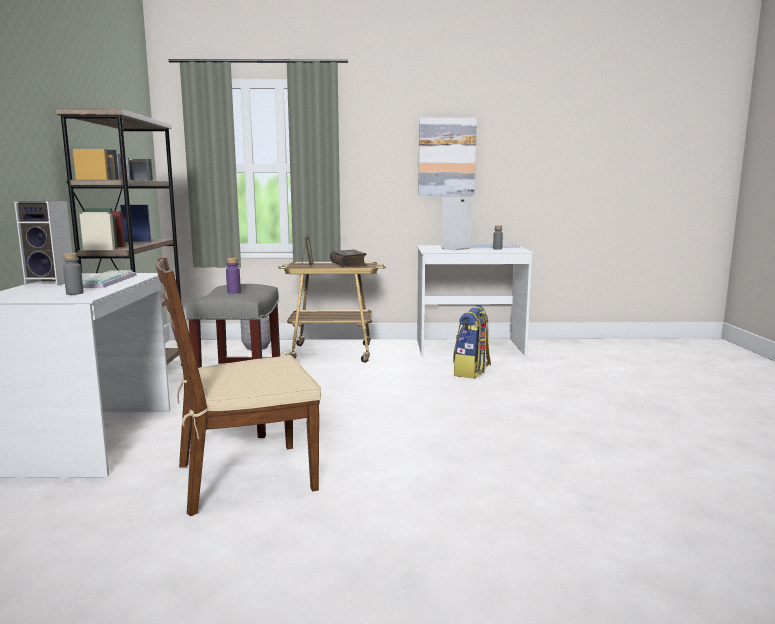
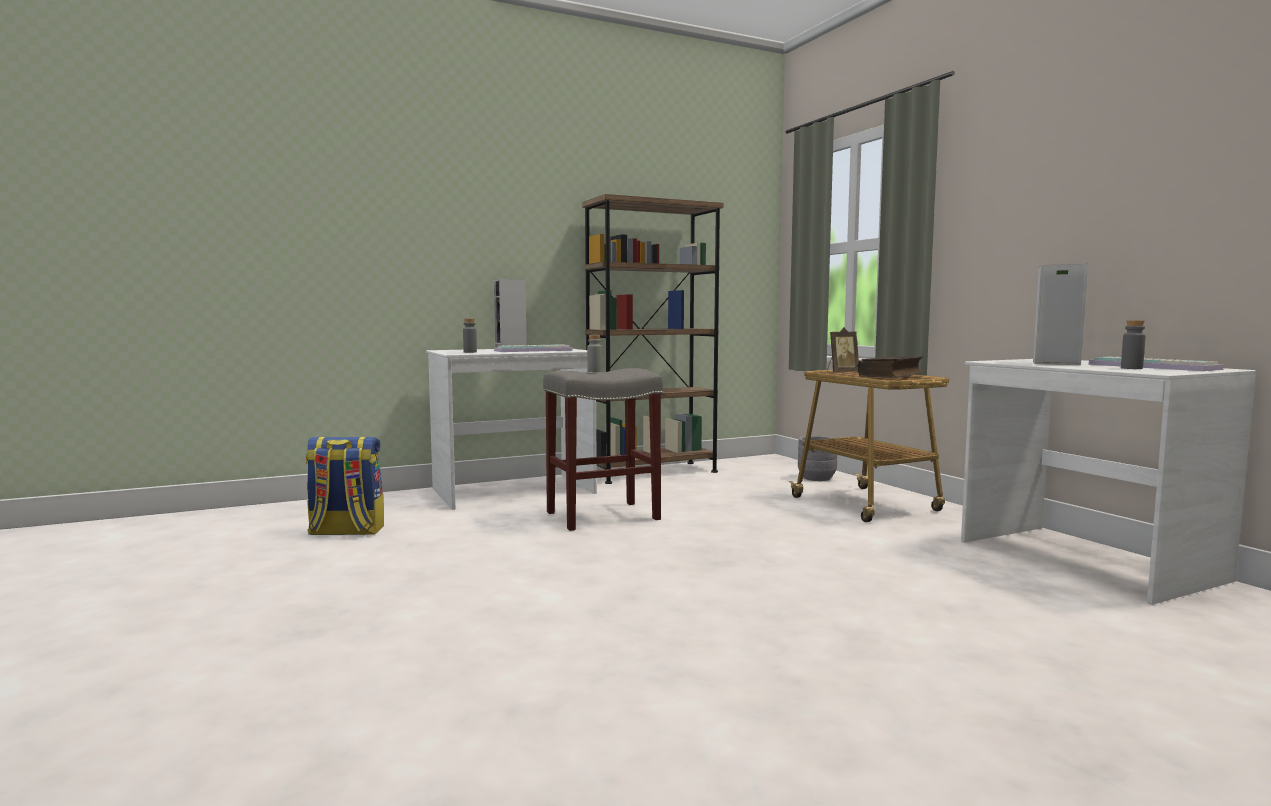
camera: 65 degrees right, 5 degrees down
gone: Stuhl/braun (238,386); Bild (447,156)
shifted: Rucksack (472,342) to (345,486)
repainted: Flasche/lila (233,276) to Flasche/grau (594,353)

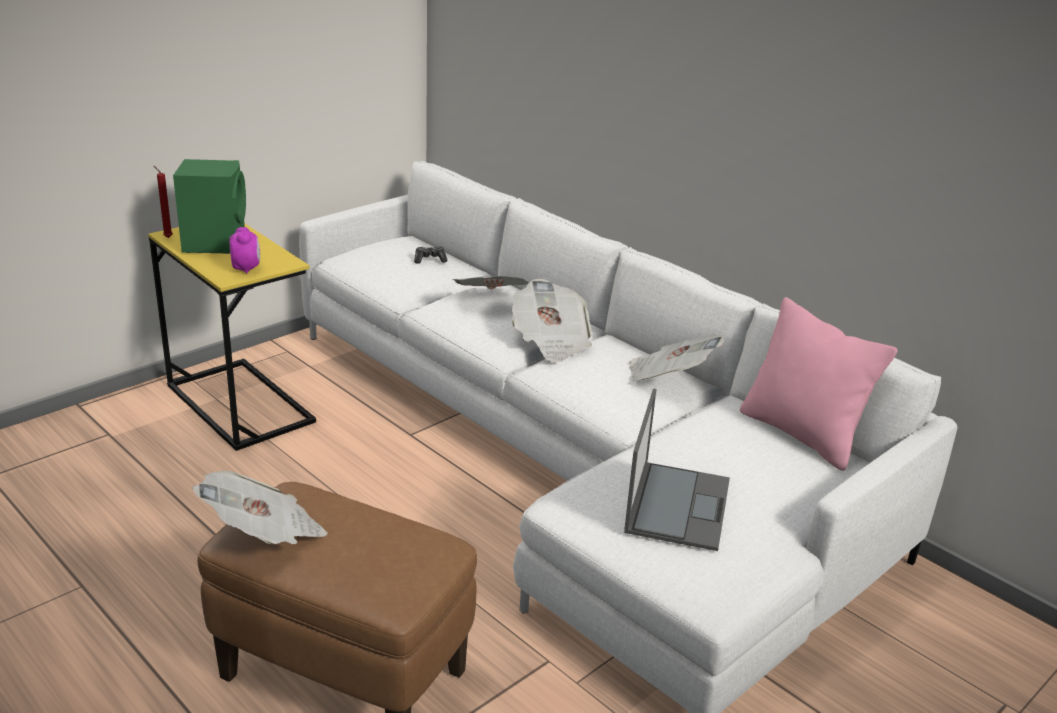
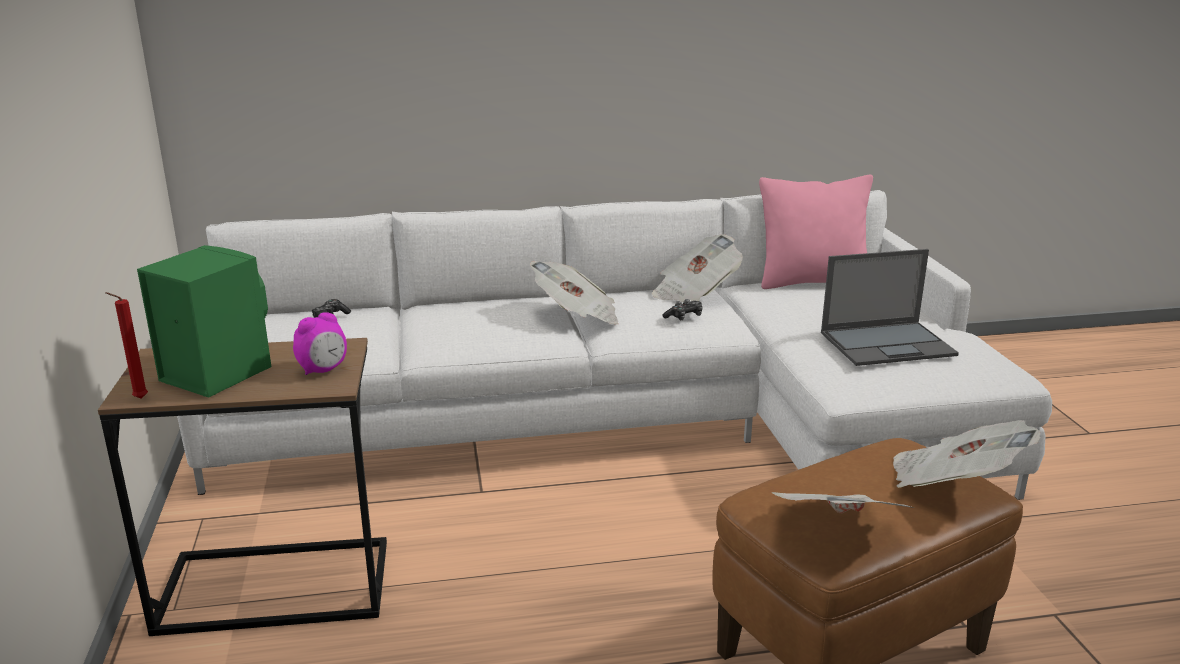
camera: 55 degrees left, 5 degrees down
new: Gamepad (682,309)
shifted: Zeitung (491,283) to (966,454)
repainted: Beistelltisch/gelb (232,337) to Beistelltisch/braun (242,487)
rotated: Wecker (244,250) = (320,343) 120 degrees clockwise; Laptop (677,470) = (890,307) 120 degrees clockwise

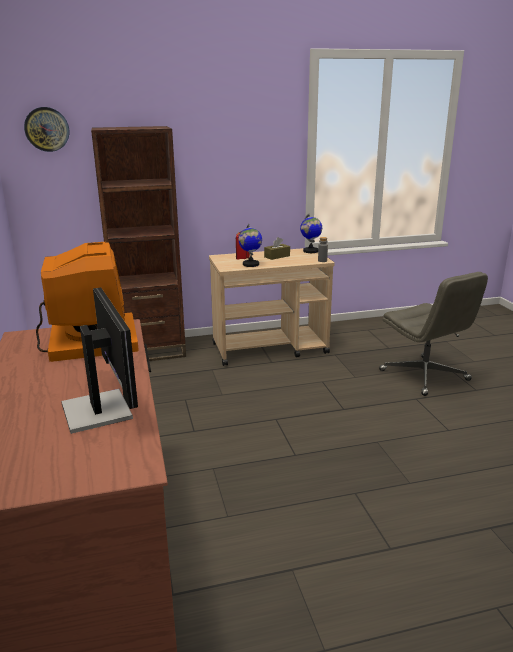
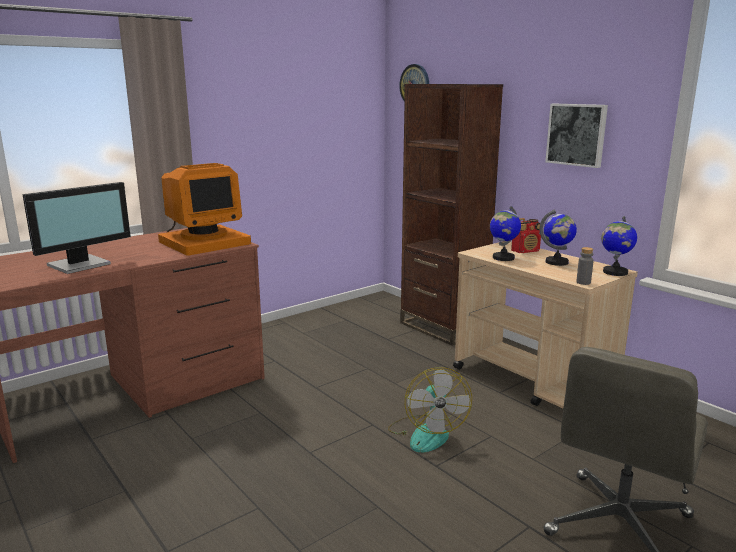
camera: 65 degrees right, 5 degrees down
new: Ventilator (430,409); Bild (576,136)
swapped: Taschentuchbox/braun (277,248) to Globus (558,237)

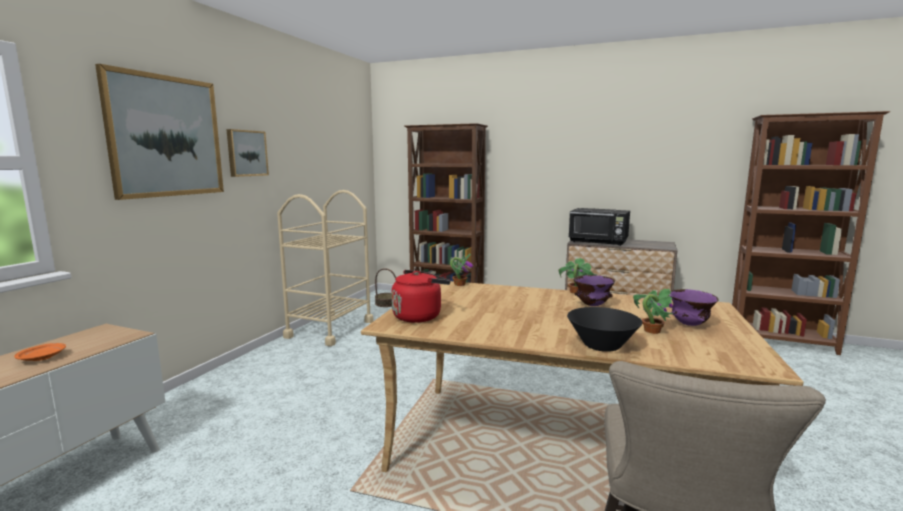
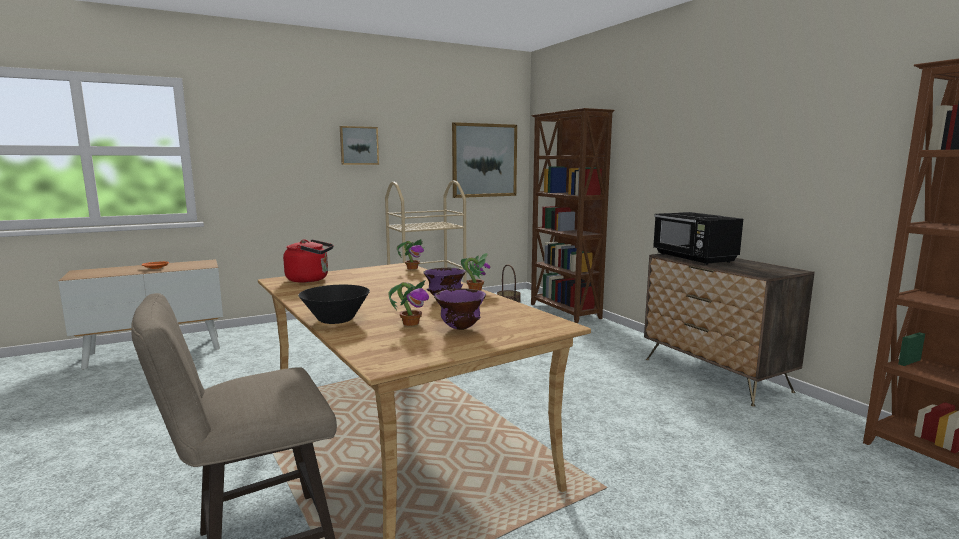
camera: 40 degrees right, 0 degrees up
shifted: Bild (159,132) to (484,160)

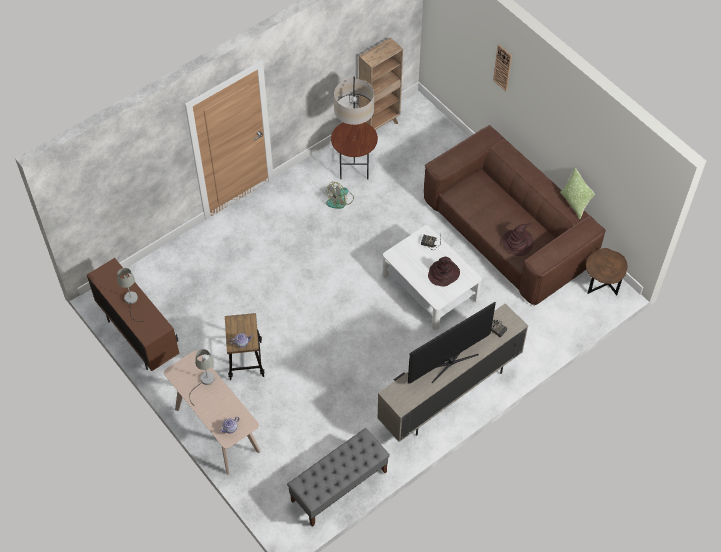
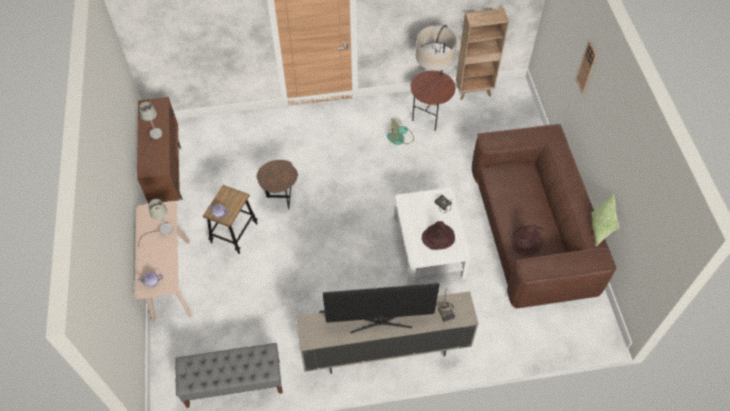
camera: 30 degrees right, 0 degrees up
shifted: Beistelltisch/braun (607,272) to (277,185)

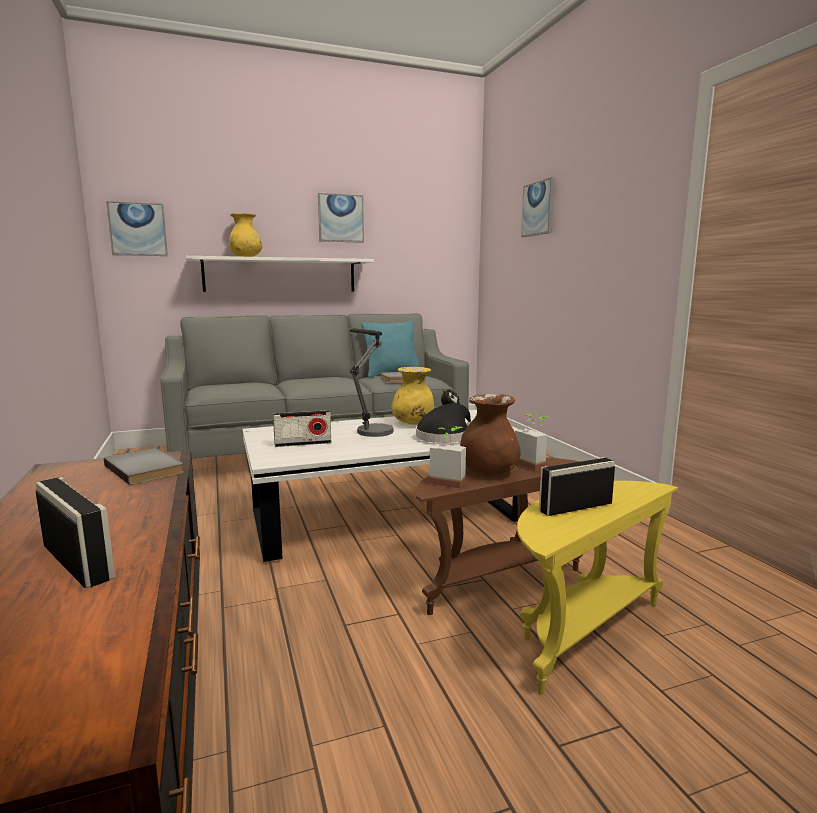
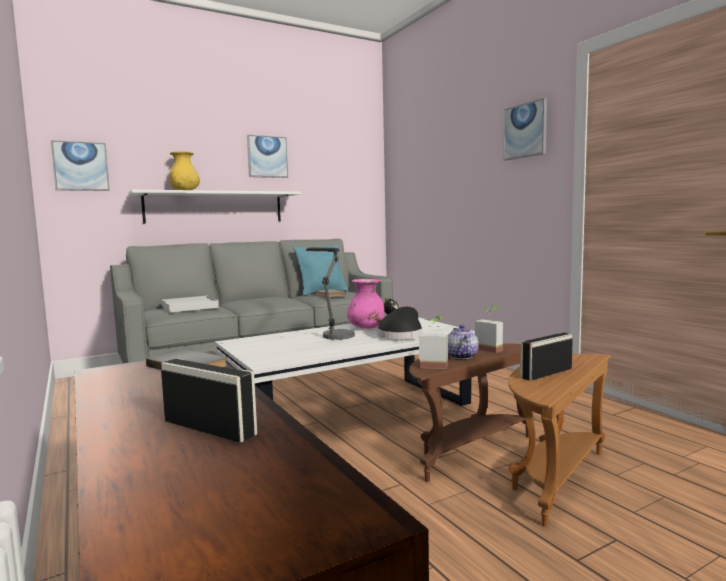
camera: 10 degrees left, 5 degrees down
gone: Radio (302,428)
new: Tablett/weiß (190,304)
shifted: Bild (538,207) to (525,129)
swapped: Vase/braun (490,435) to Teekanne (463,342)
repainted: Vase/gelb (412,396) to Vase/rosa (365,304); Beistelltisch/gelb (597,587) to Beistelltisch/braun (559,440)

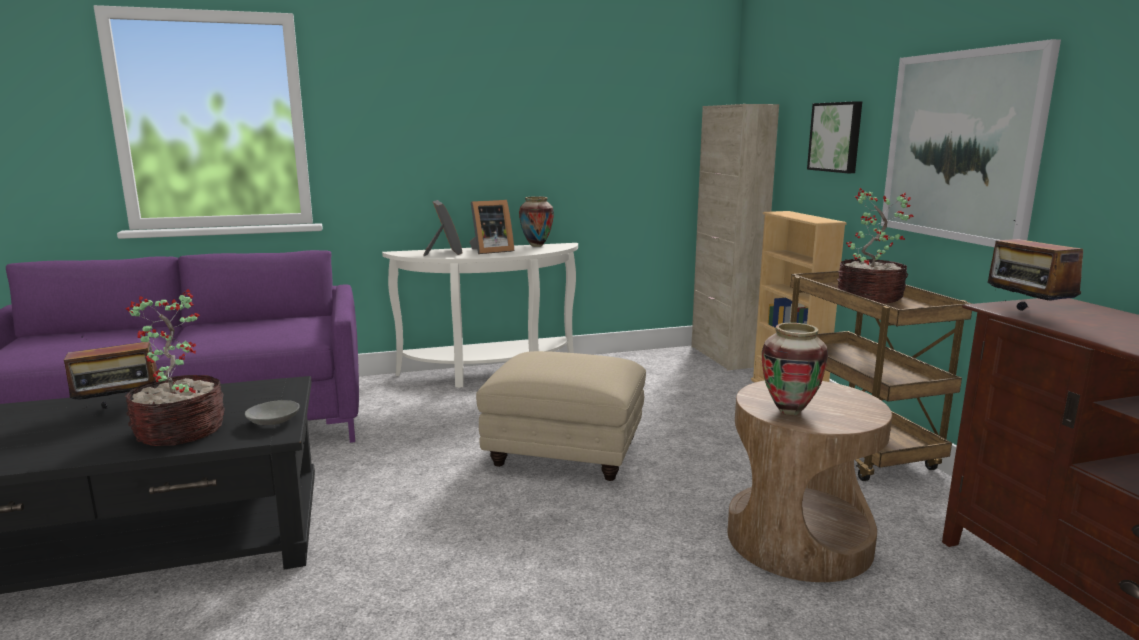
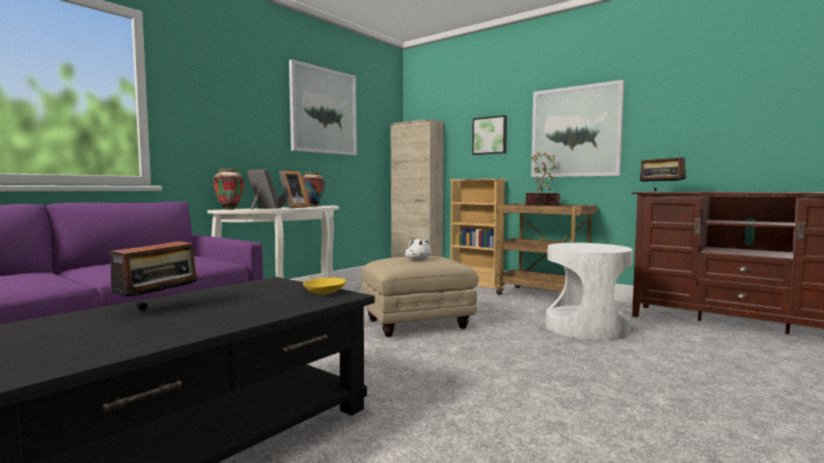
camera: 35 degrees left, 10 degrees down
gone: Topfpflanze (175,367)
new: Bild (323,107); Plüschtier/weiß (418,249)
shifted: Vase (795,369) to (228,189)
repainted: Schüssel/grau (272,412) to Schüssel/gelb (324,286); Beistelltisch/braun (810,481) to Beistelltisch/weiß (589,292)

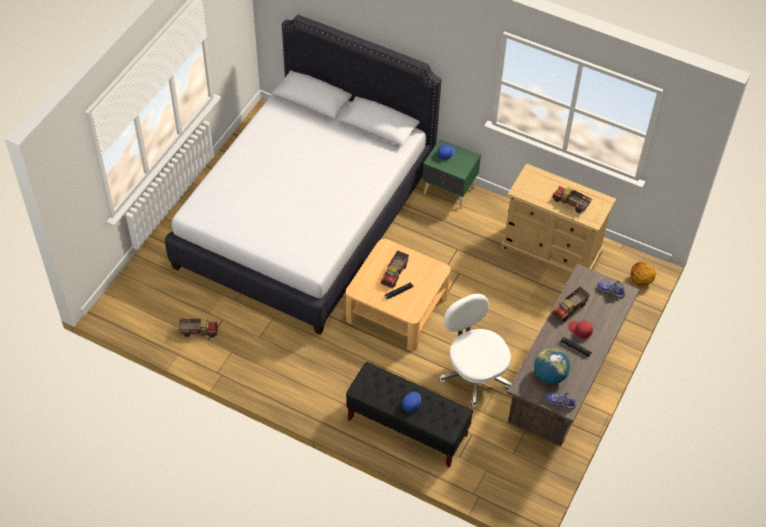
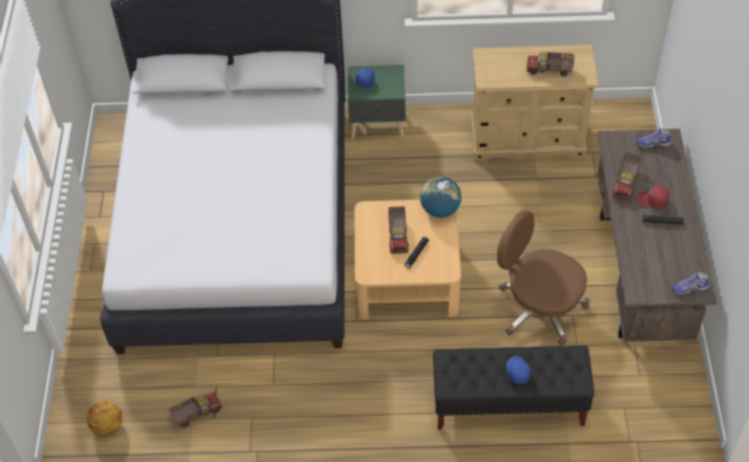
camera: 25 degrees left, 0 degrees up
shifted: Globus (552,366) to (441,197); Basketball (643,273) to (105,418)
repainted: Bürostuhl/weiß (475,350) to Bürostuhl/braun (543,278)

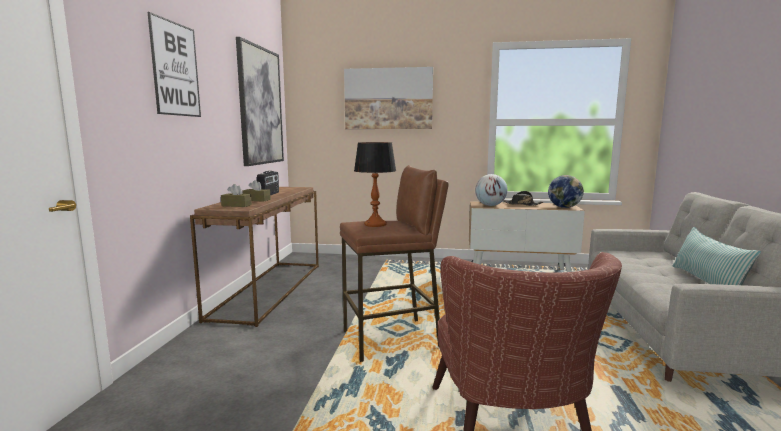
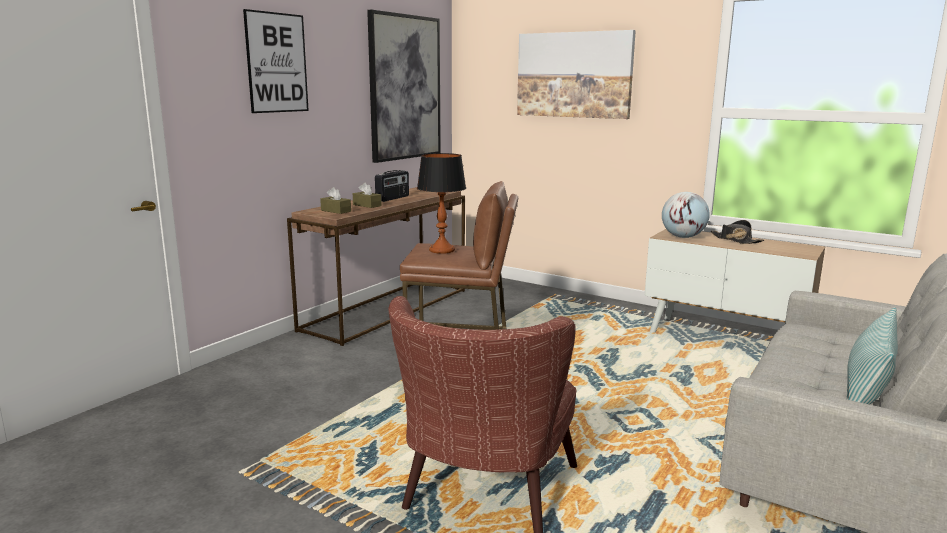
camera: 25 degrees right, 5 degrees up
gone: Globus (566,191)

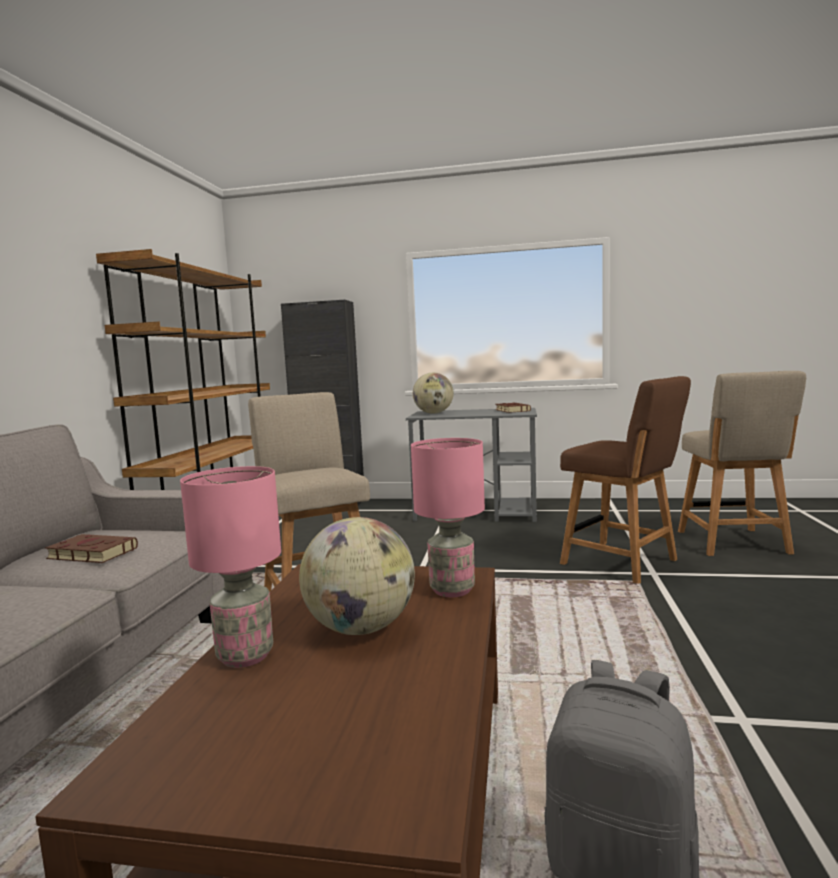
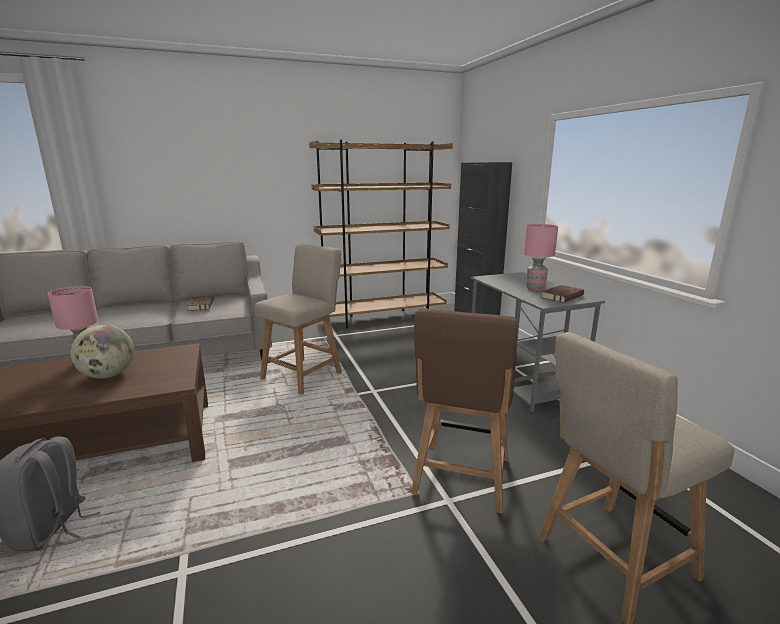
camera: 60 degrees right, 10 degrees up
gone: Globus (433,393)
shifted: Tischlampe/rosa (448,517) to (541,257)

